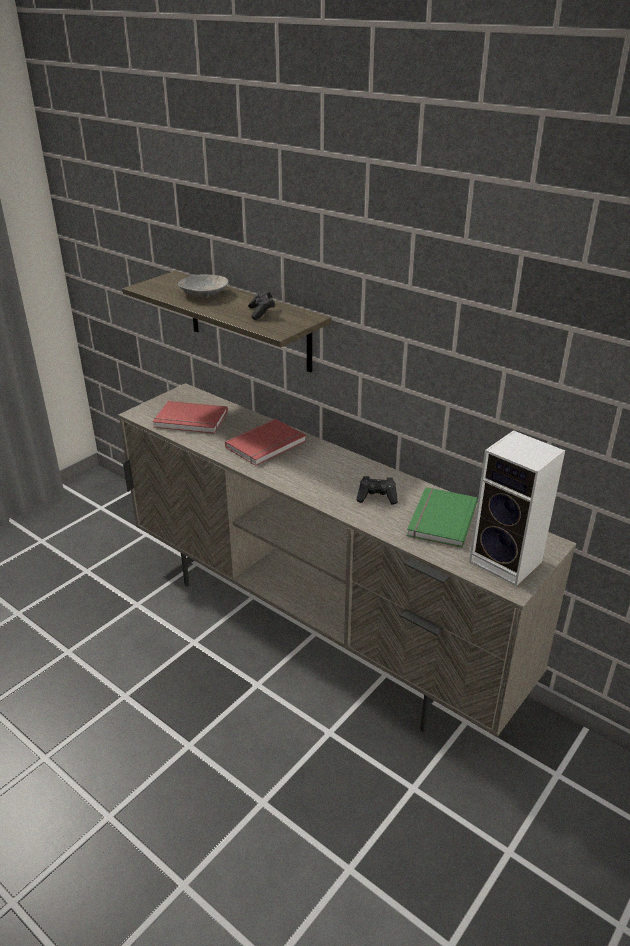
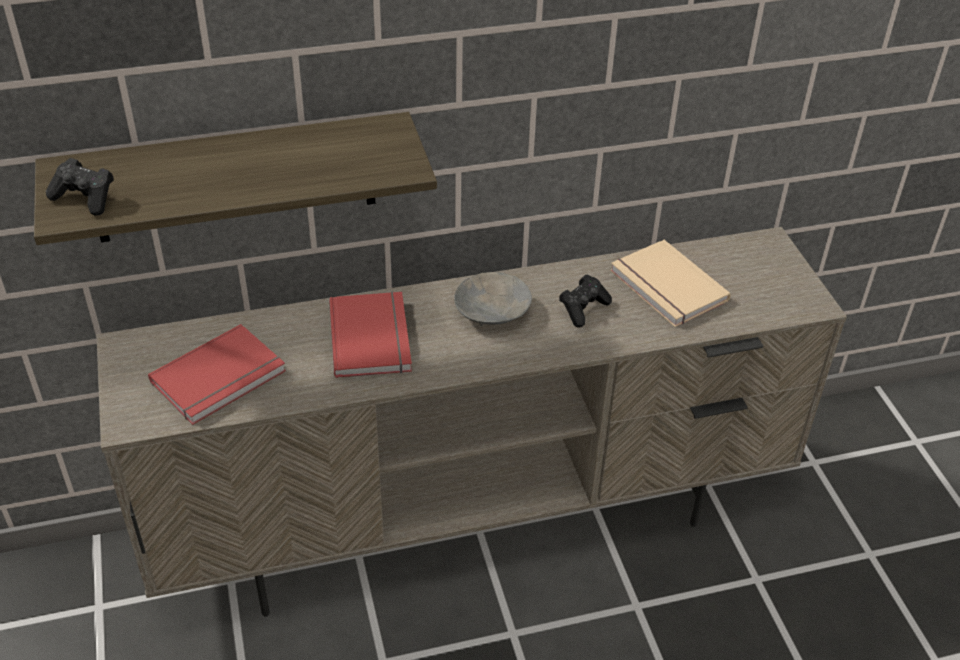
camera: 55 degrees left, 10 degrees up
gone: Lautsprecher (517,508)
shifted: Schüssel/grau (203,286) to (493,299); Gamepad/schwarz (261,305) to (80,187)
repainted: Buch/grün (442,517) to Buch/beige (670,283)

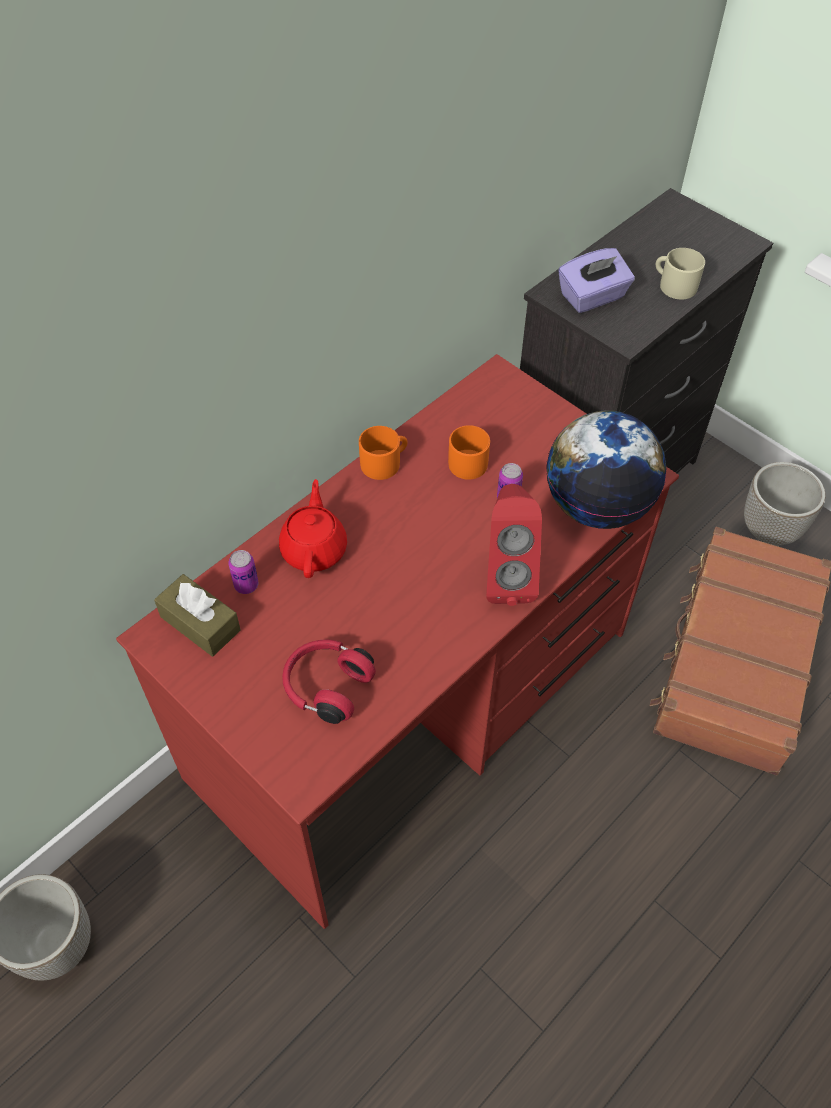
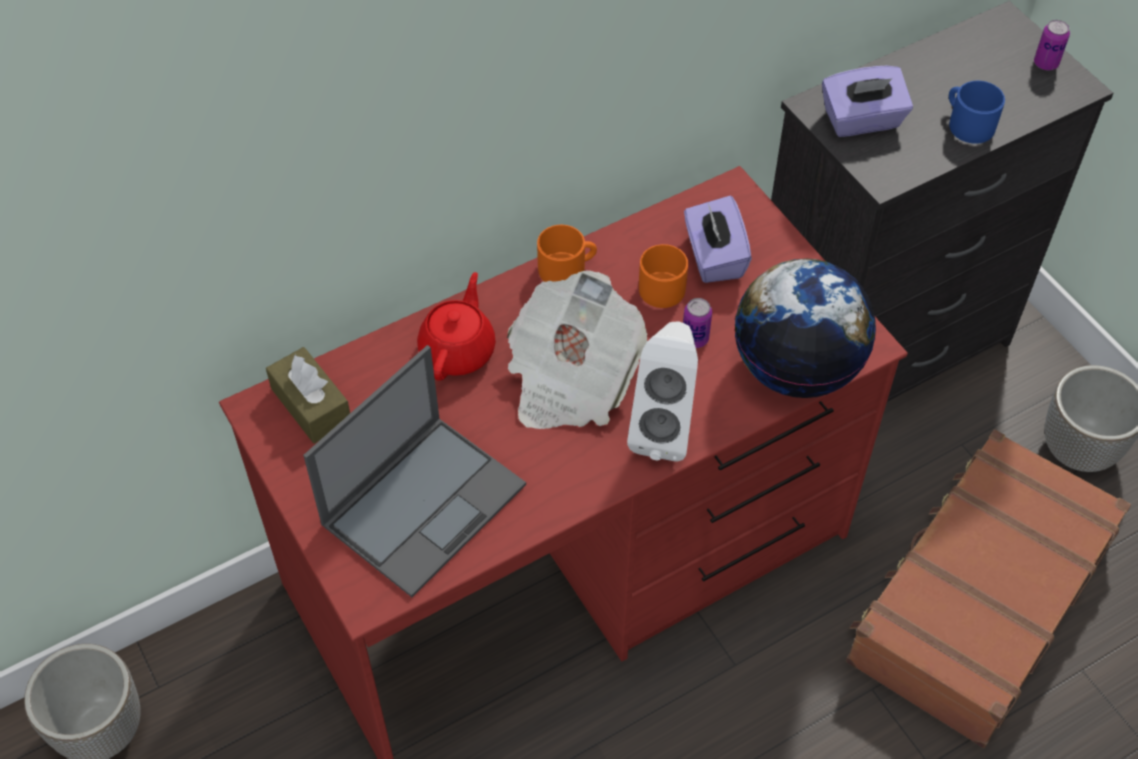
camera: 15 degrees right, 0 degrees up
new: Zeitung (577,349); Taschentuchbox/lila (718,239)
shifted: Dose (243,572) to (1052,45)
swapped: Kopfhörer/rot (329,682) to Laptop (414,471)
repainted: Lautsprecher/rot (514,545) to Lautsprecher/weiß (662,391); Henkelbecher/beige (680,273) to Henkelbecher/blau (977,112)

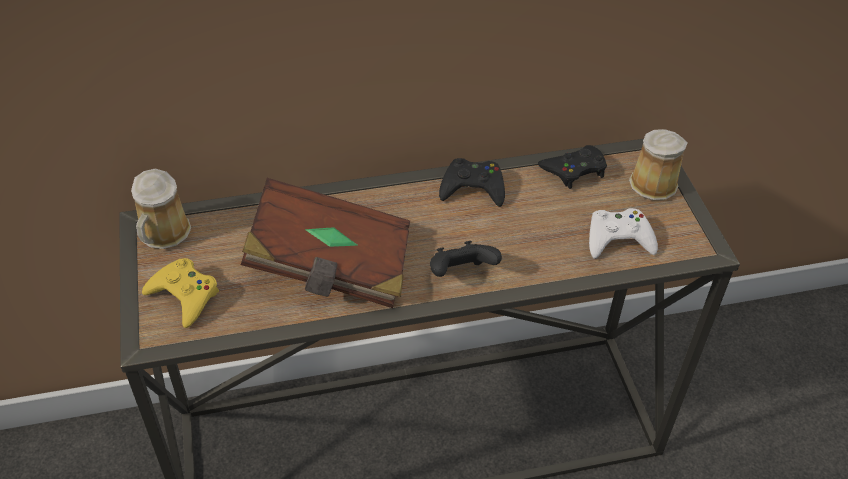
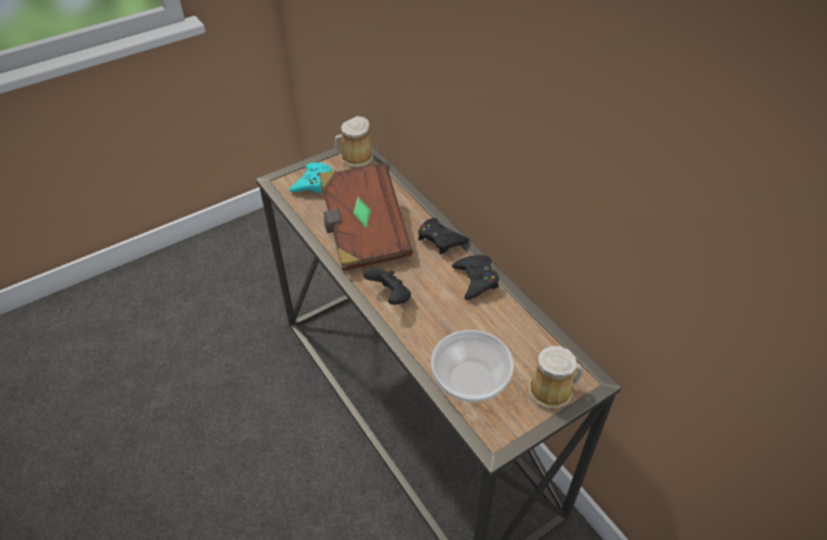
camera: 70 degrees right, 0 degrees up
shifted: Gamepad/schwarz (572,167) to (443,236)
swapped: Gamepad/weiß (623,233) to Schüssel (472,366)
repainted: Gamepad/gelb (180,293) to Gamepad/türkis (310,177)

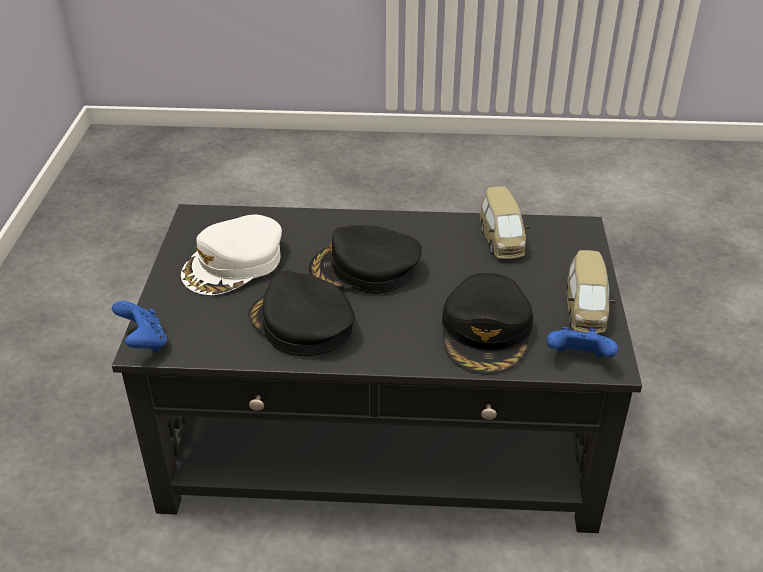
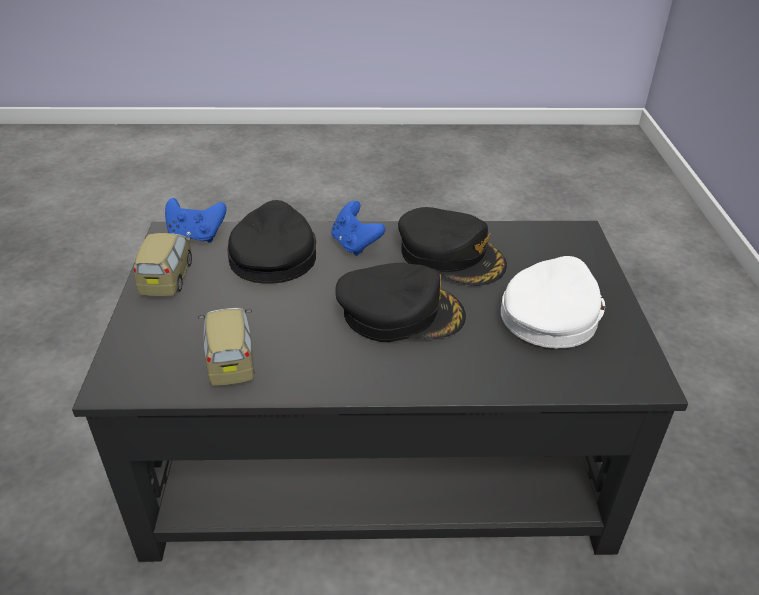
camera: 175 degrees right, 0 degrees up
shifted: Gamepad/blau (139,326) to (358,228)

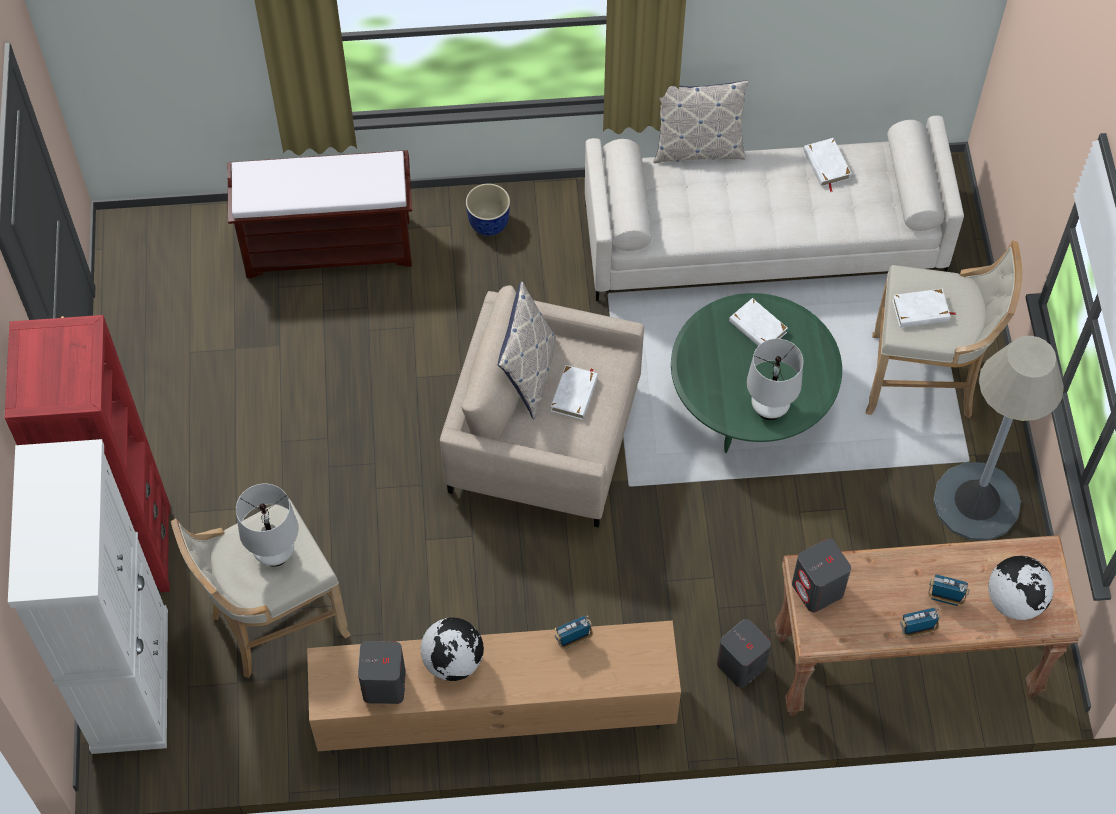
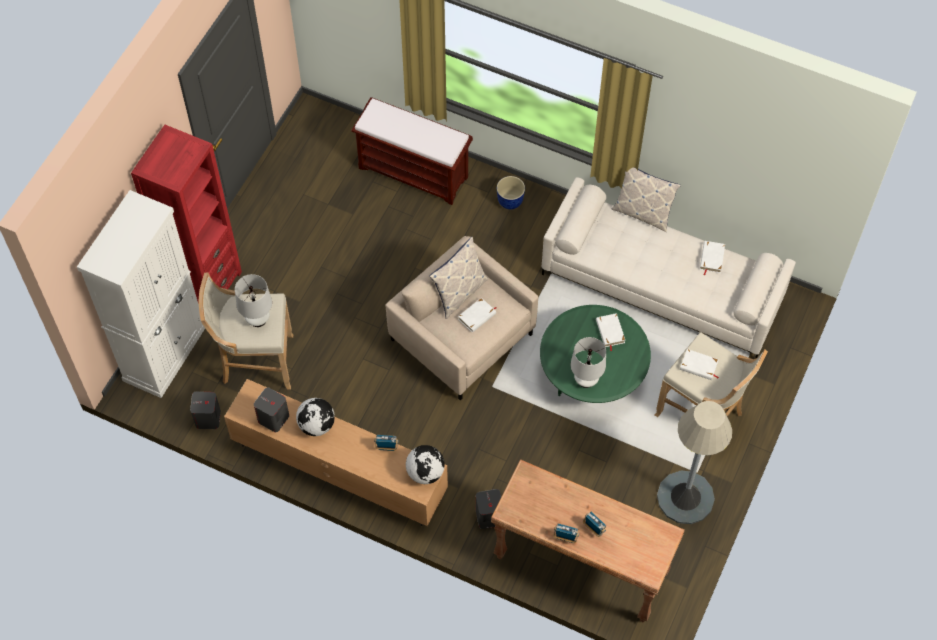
camera: 30 degrees right, 0 degrees up
shifted: Lautsprecher/grau (821,575) to (205,410); Globus (1021,588) to (425,464)

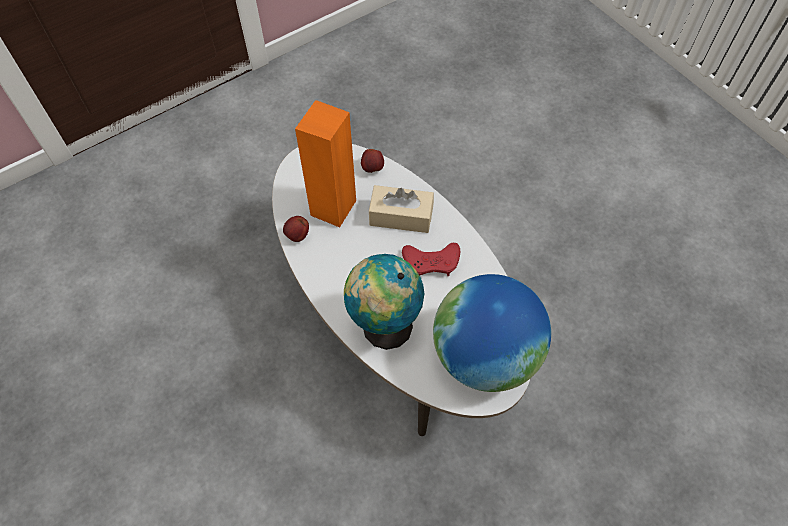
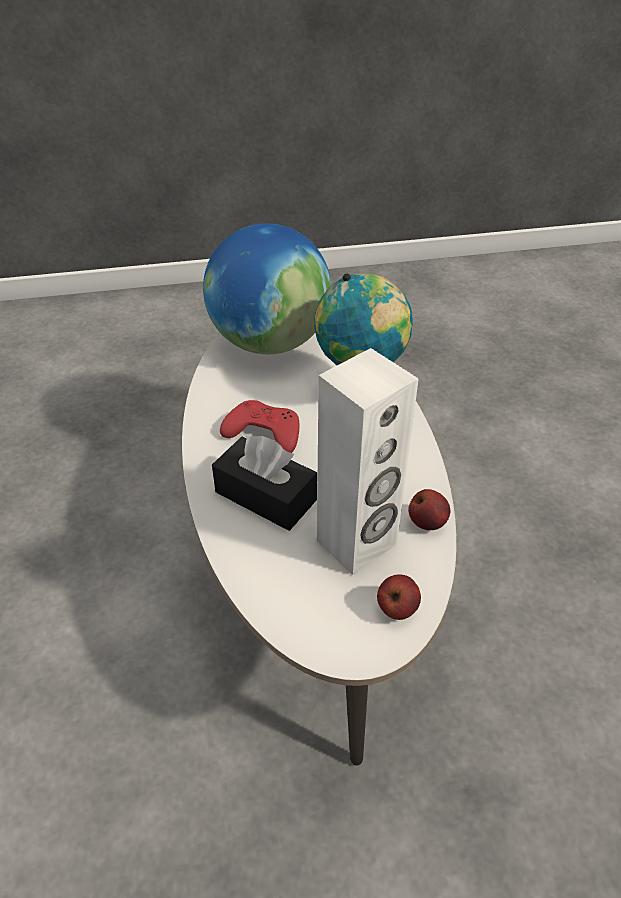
camera: 155 degrees left, 15 degrees down
shifted: Apfel (372,161) to (399,597)
repainted: Lautsprecher/orange (325,163) to Lautsprecher/weiß (368,461); Taschentuchbox/beige (401,209) to Taschentuchbox/schwarz (264,483)

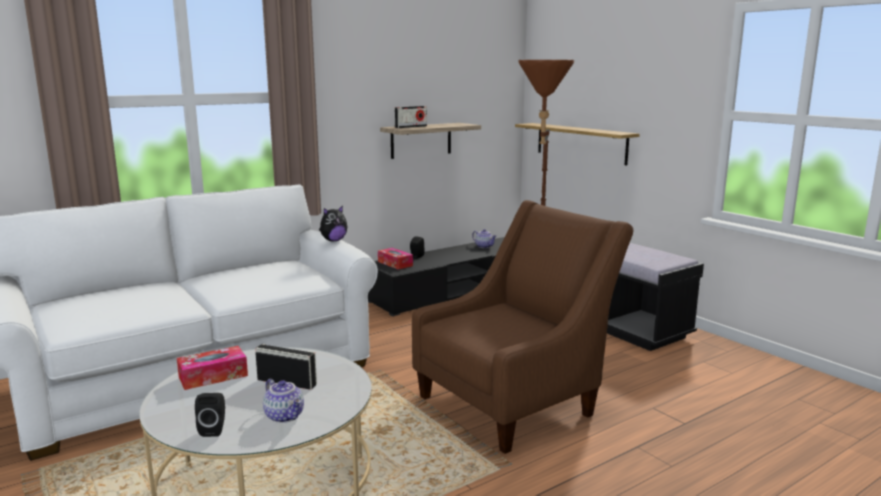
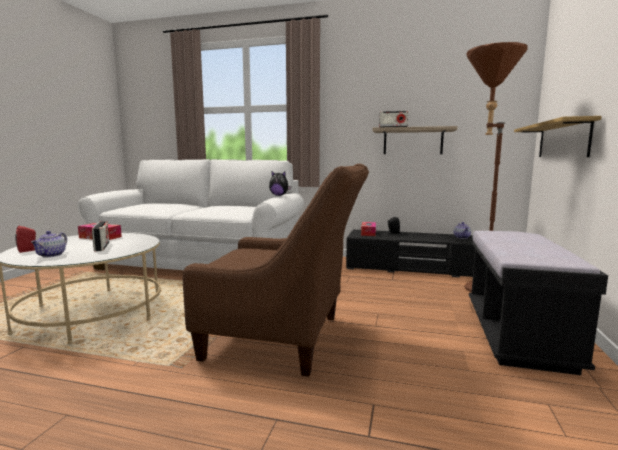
camera: 50 degrees right, 5 degrees down
repainted: Lautsprecher/schwarz (210,415) to Lautsprecher/rot (25,239)

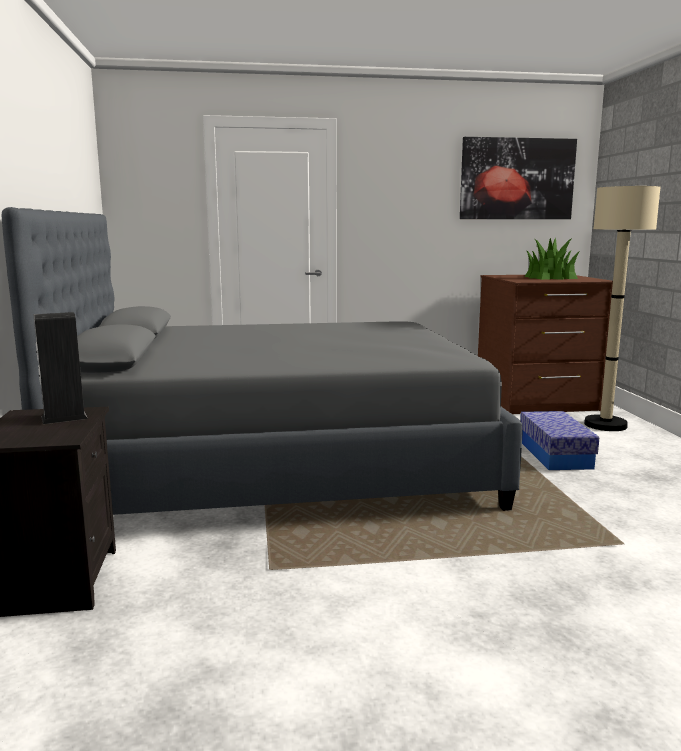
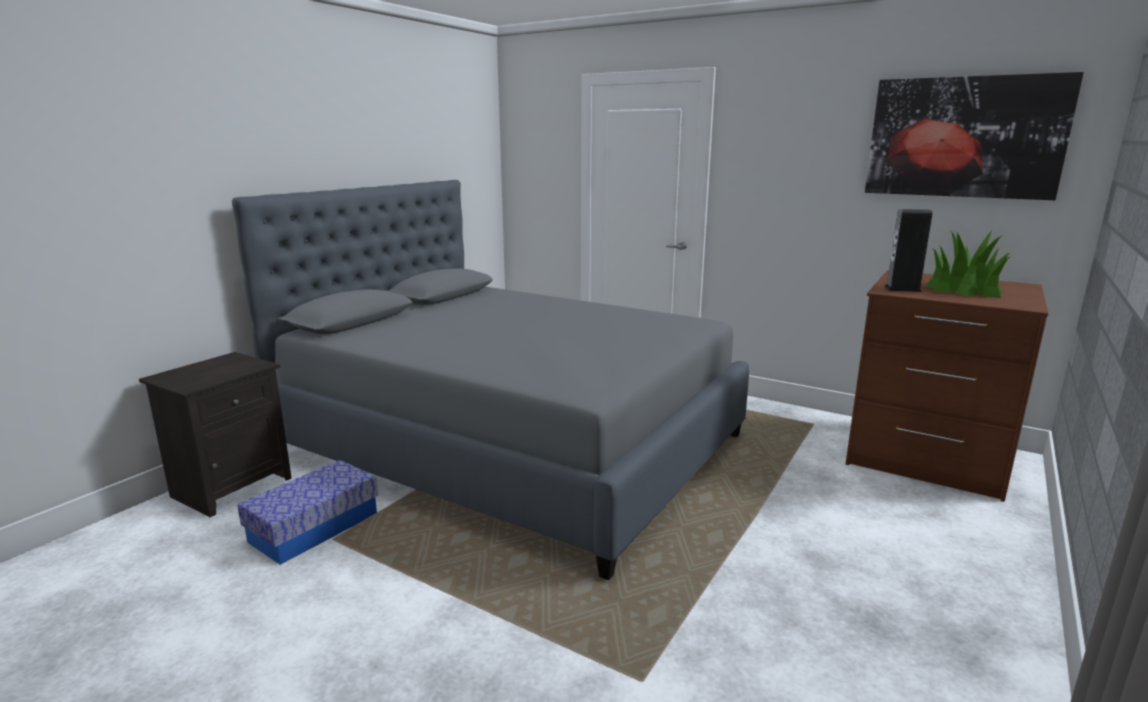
camera: 40 degrees right, 5 degrees up
gone: Stehlampe/beige (622,308)
shifted: Lautsprecher (60,368) to (908,250); Aufbewahrungsbox (559,440) to (307,512)

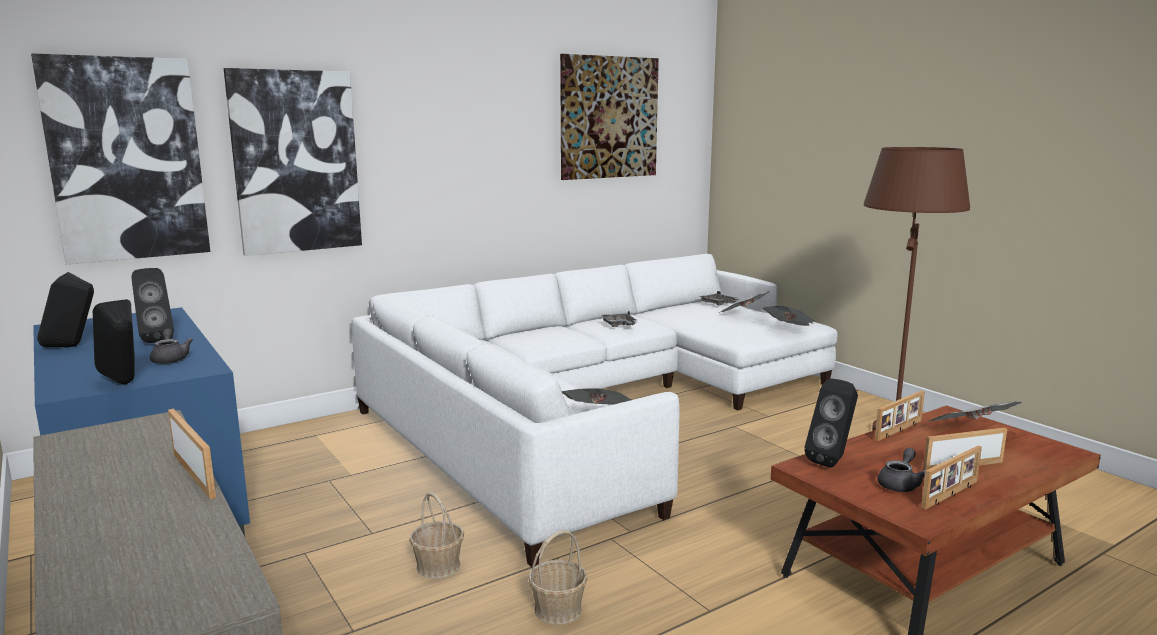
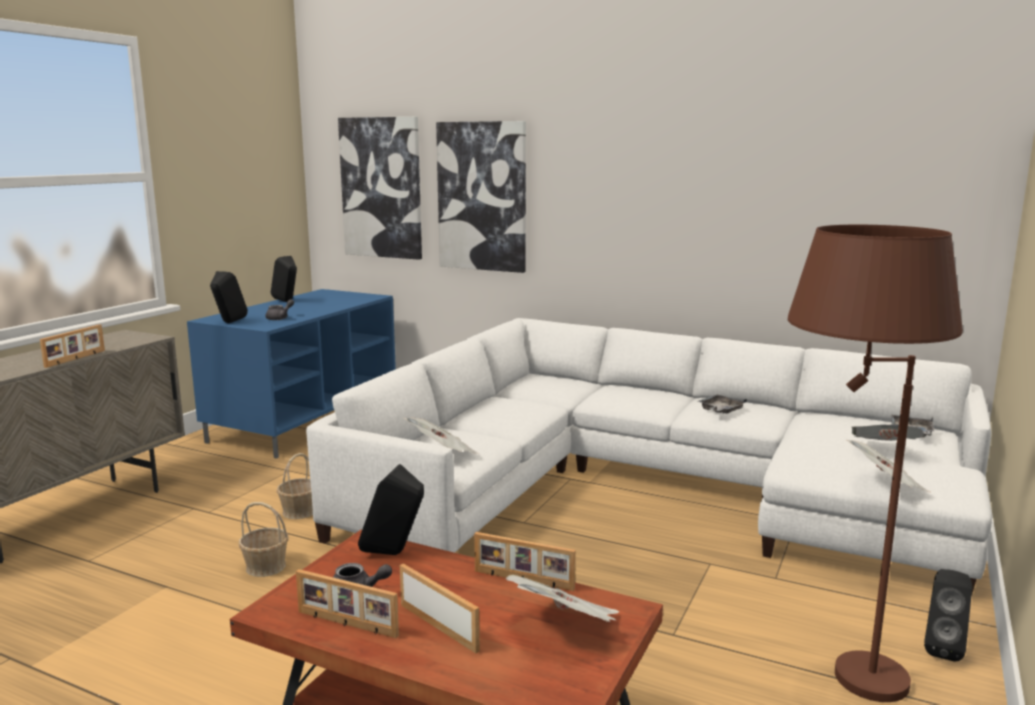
camera: 60 degrees right, 0 degrees up
gone: Bild (609,117)
shifted: Lautsprecher/schwarz (152,305) to (948,615)

